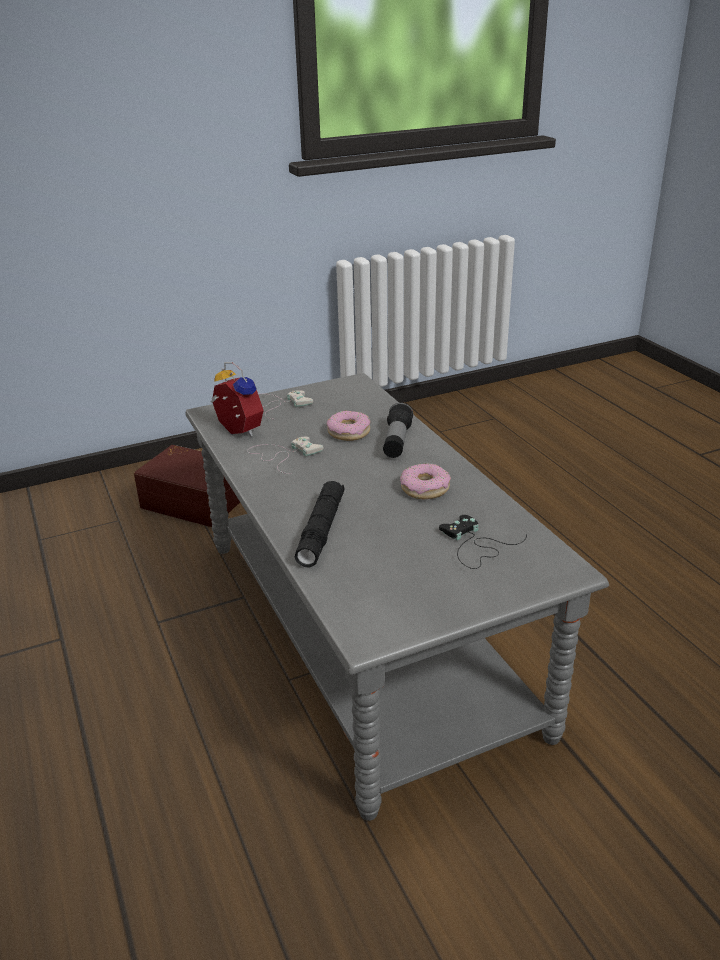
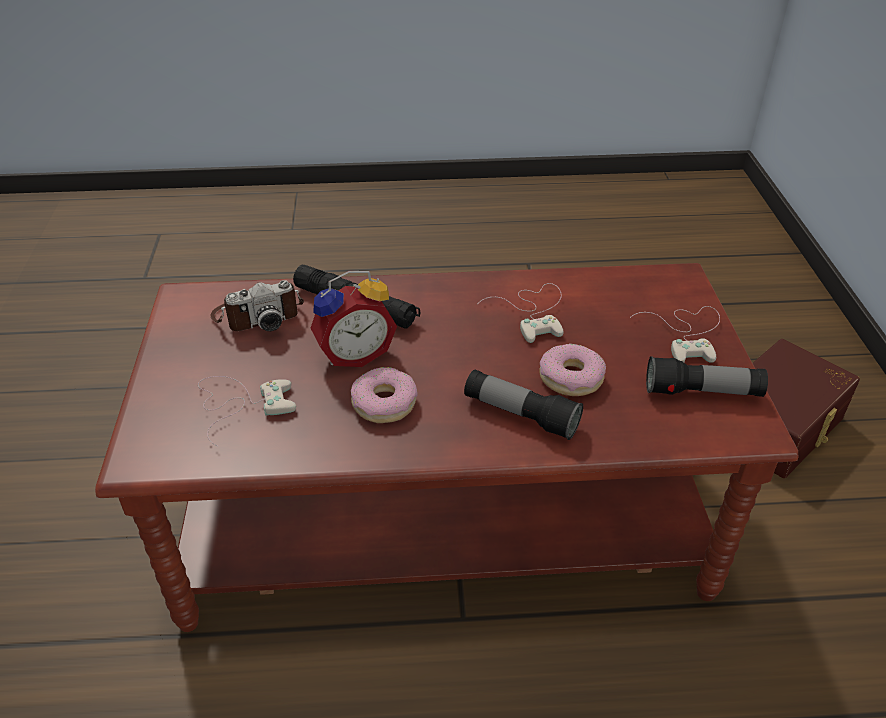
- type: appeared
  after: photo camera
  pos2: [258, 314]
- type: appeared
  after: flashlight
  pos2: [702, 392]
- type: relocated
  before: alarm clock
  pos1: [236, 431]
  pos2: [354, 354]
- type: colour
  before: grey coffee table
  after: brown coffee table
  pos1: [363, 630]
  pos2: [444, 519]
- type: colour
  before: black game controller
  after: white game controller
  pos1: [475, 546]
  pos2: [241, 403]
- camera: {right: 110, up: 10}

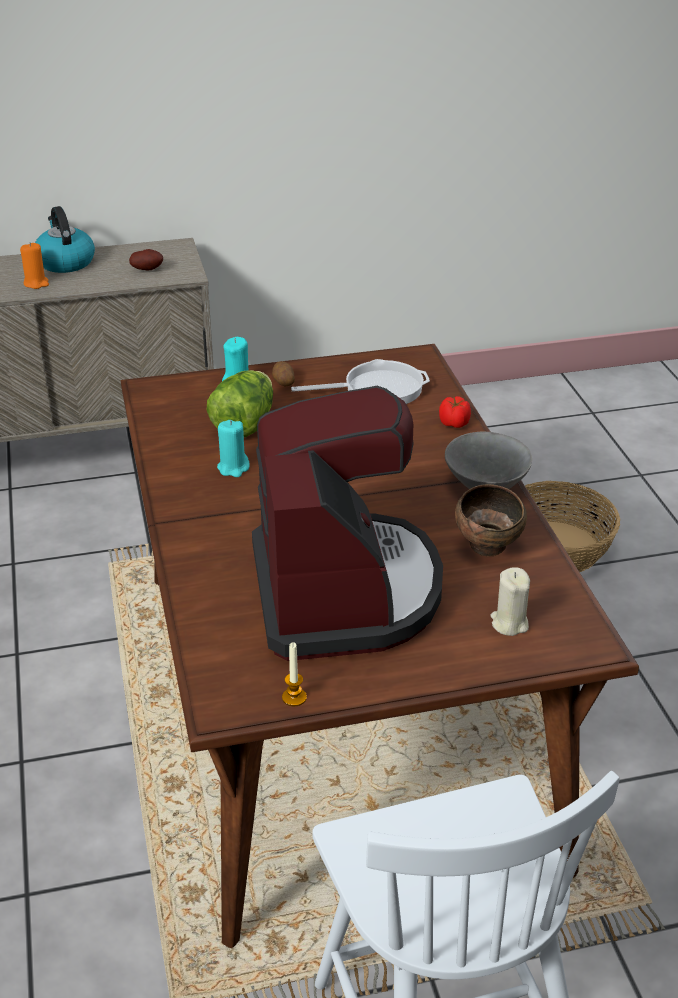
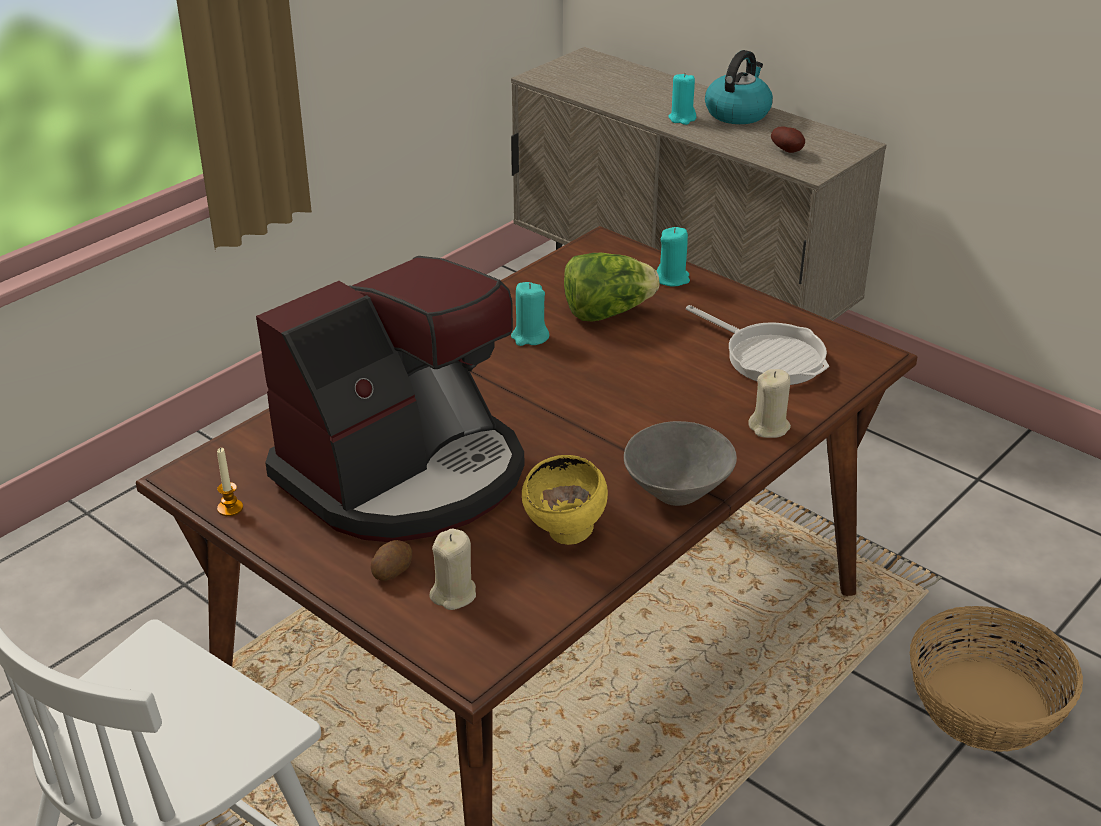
- type: relocated
  before: potato
  pos1: [283, 382]
  pos2: [391, 571]
- type: exchanged
  before: tomato
  after: beige candle
  pos1: [454, 424]
  pos2: [769, 427]
- type: colour
  before: orange candle
  after: turquoise candle
  pos1: [36, 283]
  pos2: [682, 118]
- type: colour
  before: brown bowl
  after: yellow bowl
  pos1: [489, 549]
  pos2: [566, 535]
- camera: {right: 55, up: 0}

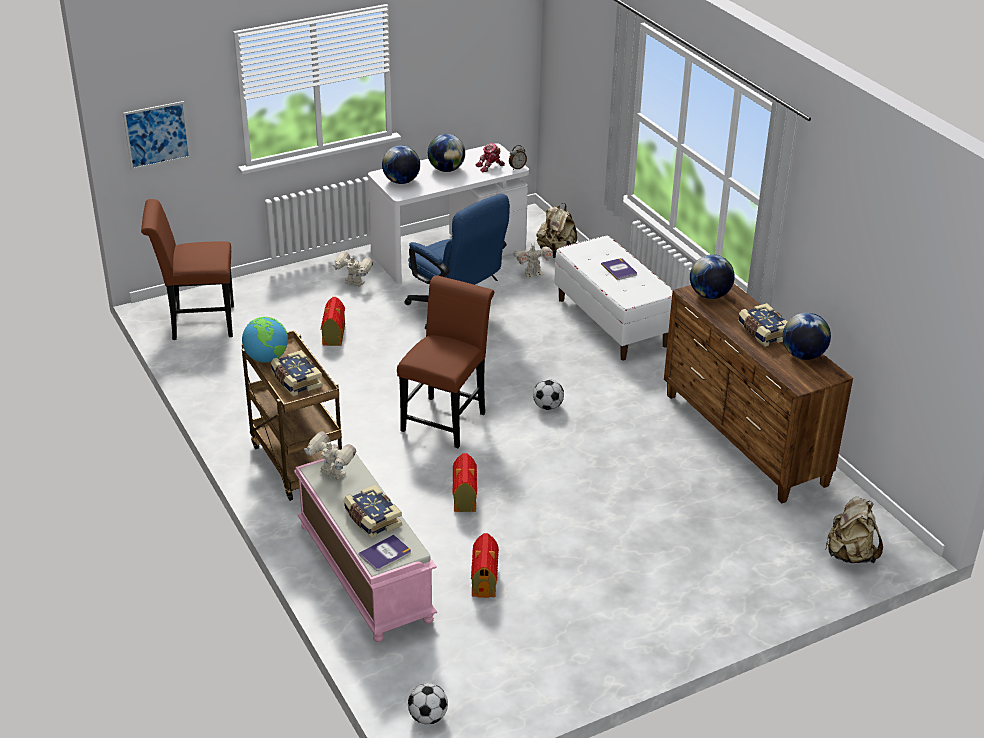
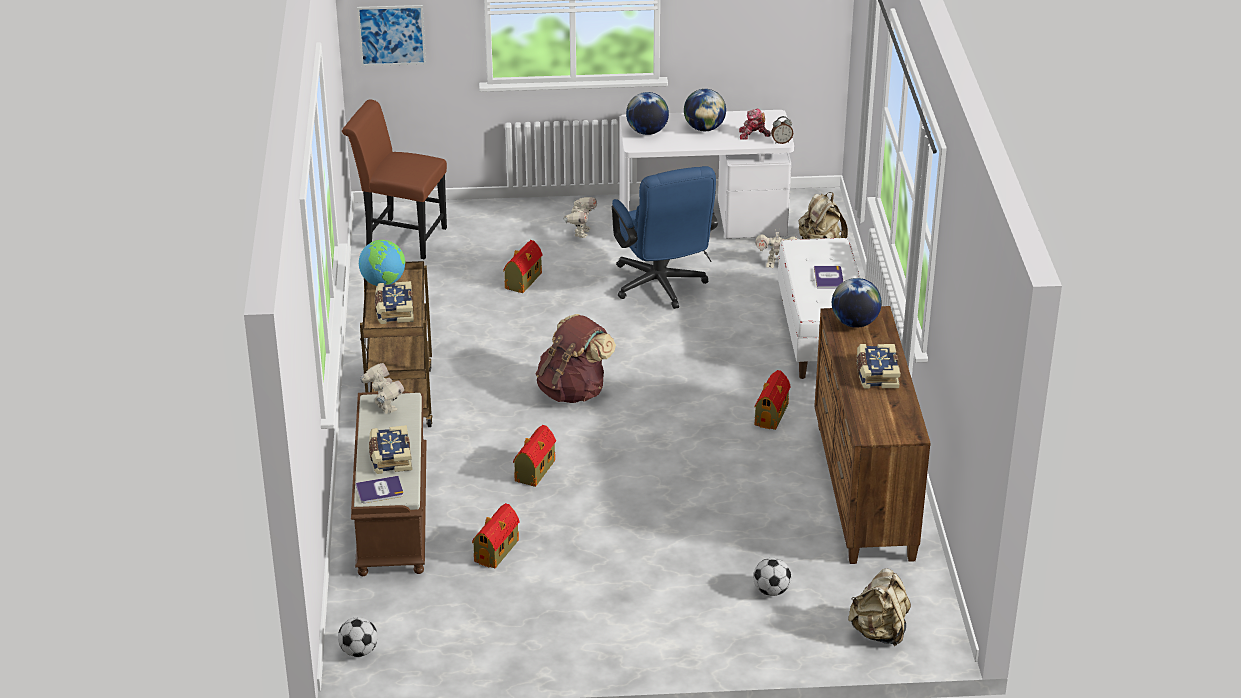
- type: missing
  before: globe
  pos1: [803, 355]
- type: appeared
  after: toy house
  pos2: [772, 414]
- type: relocated
  before: football
  pos1: [548, 407]
  pos2: [771, 591]
- type: exchanged
  before: brown chair
  after: brown backpack
  pos1: [446, 418]
  pos2: [573, 391]
- type: colour
  before: pink bench
  after: brown bench
  pos1: [363, 572]
  pos2: [391, 512]
- type: spun
  before: toy robot
  pos1: [354, 284]
  pos2: [580, 233]
  turn: 60
- camera: {right: 25, up: 0}

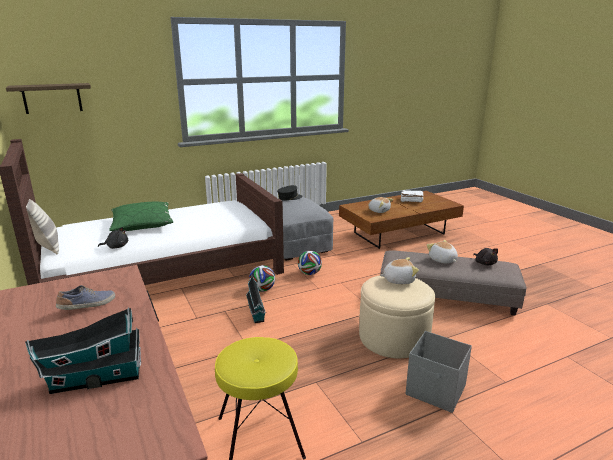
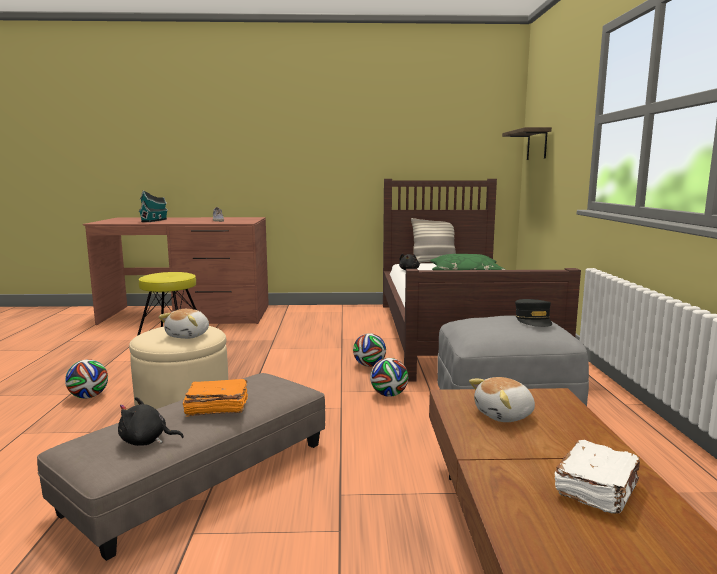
- type: missing
  before: toy house
  pos1: [256, 313]
- type: exchanged
  before: grey storage box
  after: football
  pos1: [436, 391]
  pos2: [88, 396]
- type: exchanged
  before: plush toy
  after: orange book
  pos1: [442, 260]
  pos2: [216, 408]
- camera: {right: 115, up: -10}

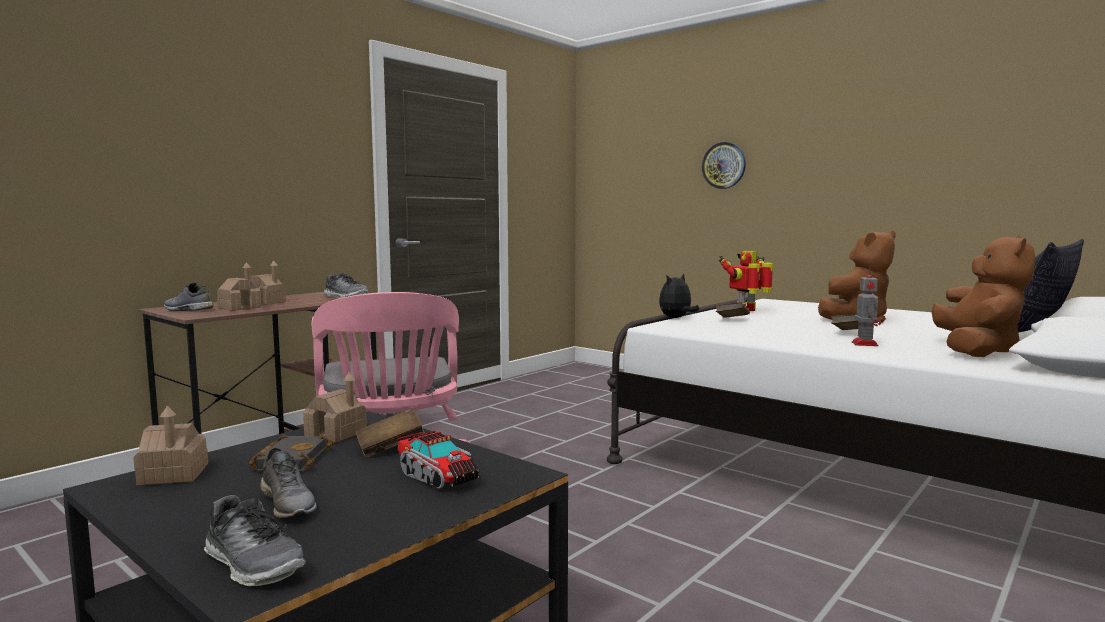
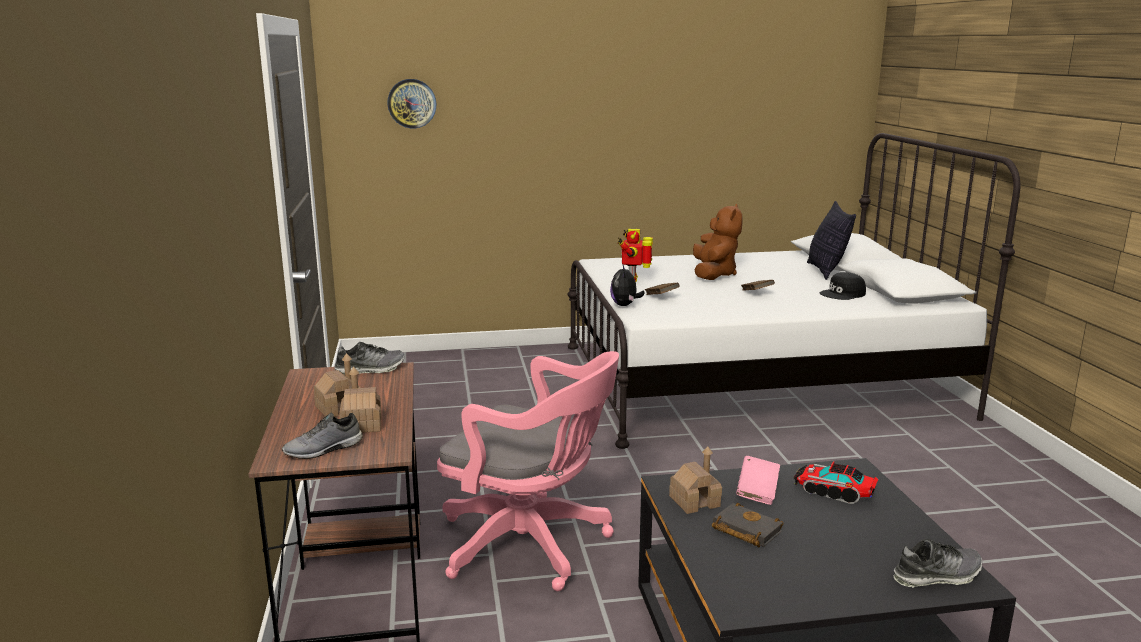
- type: missing
  before: toy house
  pos1: [173, 474]
- type: missing
  before: grey shoe
  pos1: [289, 503]
- type: missing
  before: toy robot
  pos1: [864, 344]
- type: relocated
  before: wall clock
  pos1: [724, 165]
  pos2: [412, 103]
- type: exchanged
  before: brown plush toy
  after: black cap
  pos1: [976, 351]
  pos2: [843, 294]
- type: colour
  before: brown book
  after: pink book
  pos1: [390, 448]
  pos2: [757, 492]
- type: spun
  before: toy truck
  pos1: [436, 476]
  pos2: [833, 493]
  turn: -150
- camera: {right: -50, up: 10}

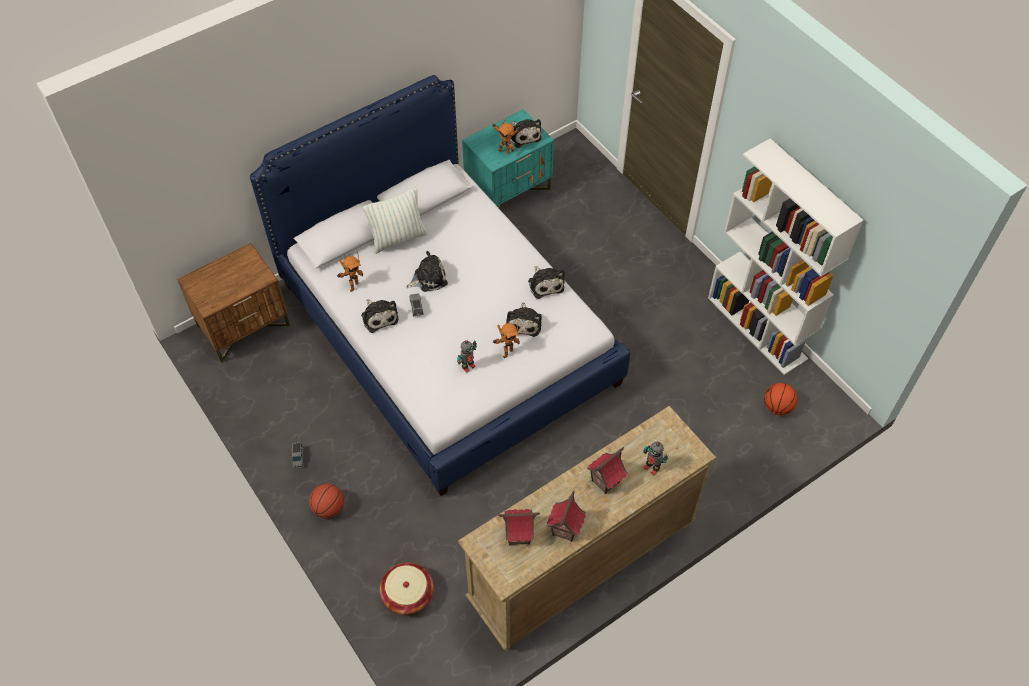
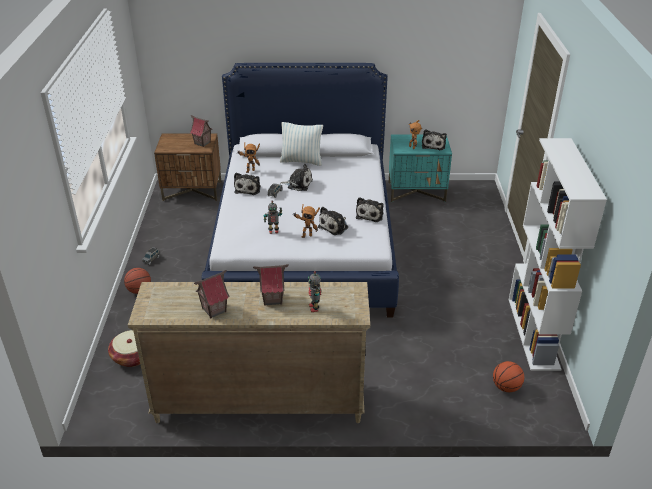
- type: relocated
  before: toy house
  pos1: [519, 535]
  pos2: [202, 143]
- camera: {right: 35, up: -20}

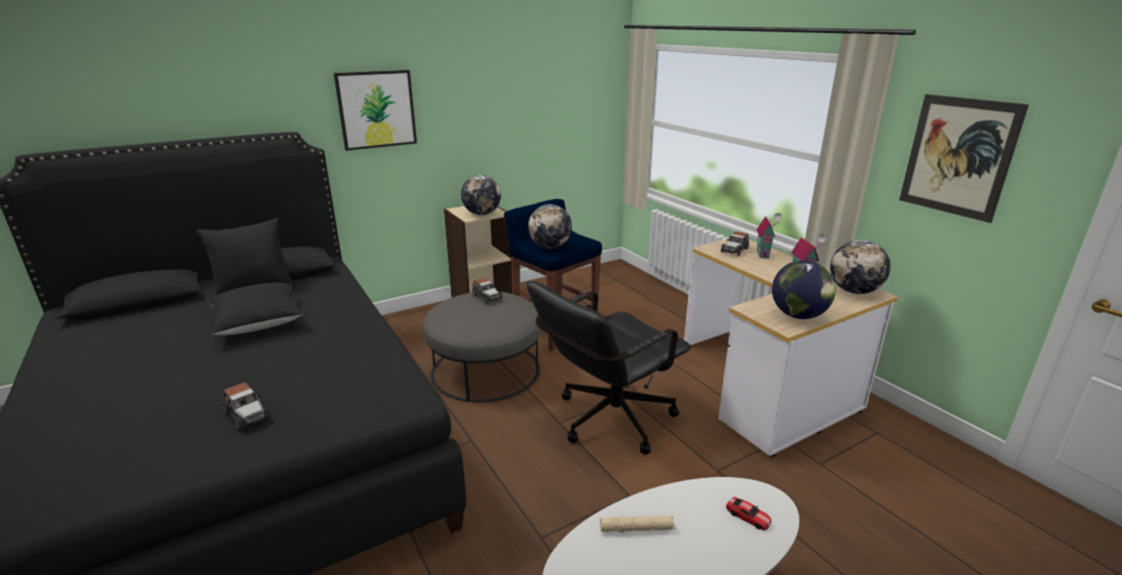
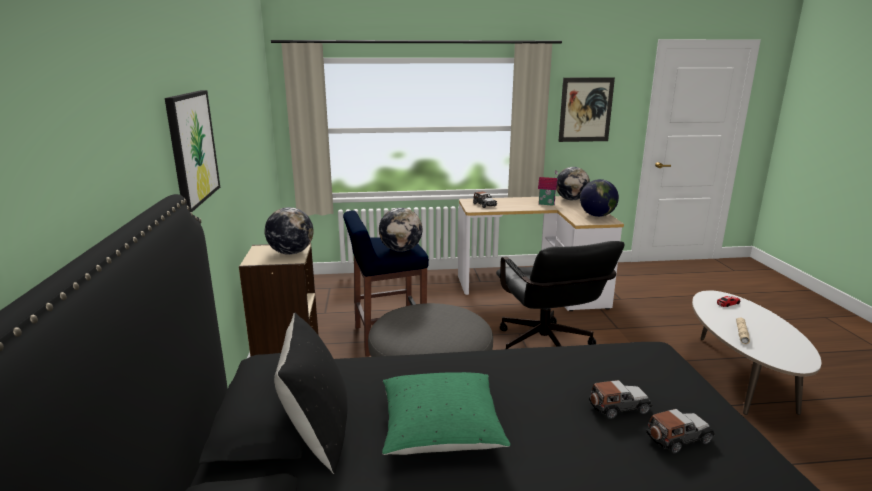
- type: missing
  before: toy house
  pos1: [764, 254]
- type: relocated
  before: toy car
  pos1: [487, 297]
  pos2: [619, 407]
- type: colour
  before: black pillow
  after: green pillow
  pos1: [258, 323]
  pos2: [440, 431]
- camera: {right: -65, up: -5}

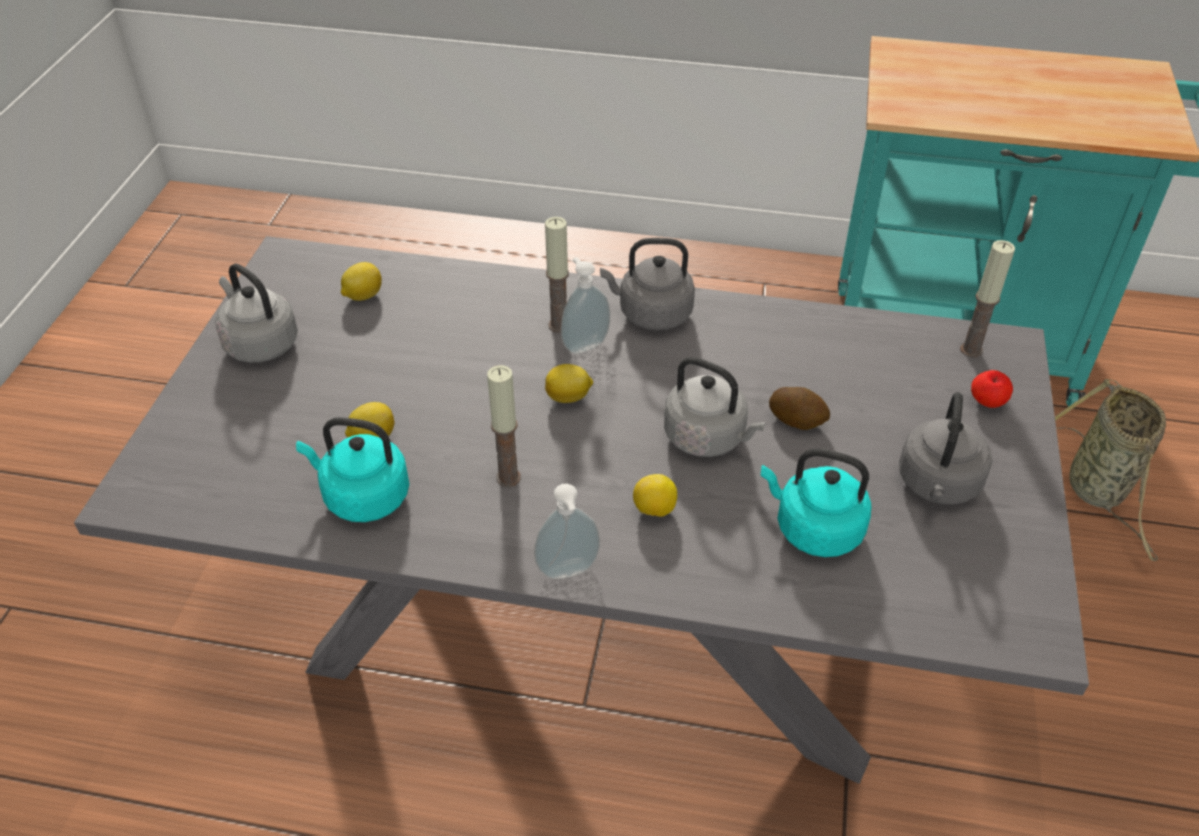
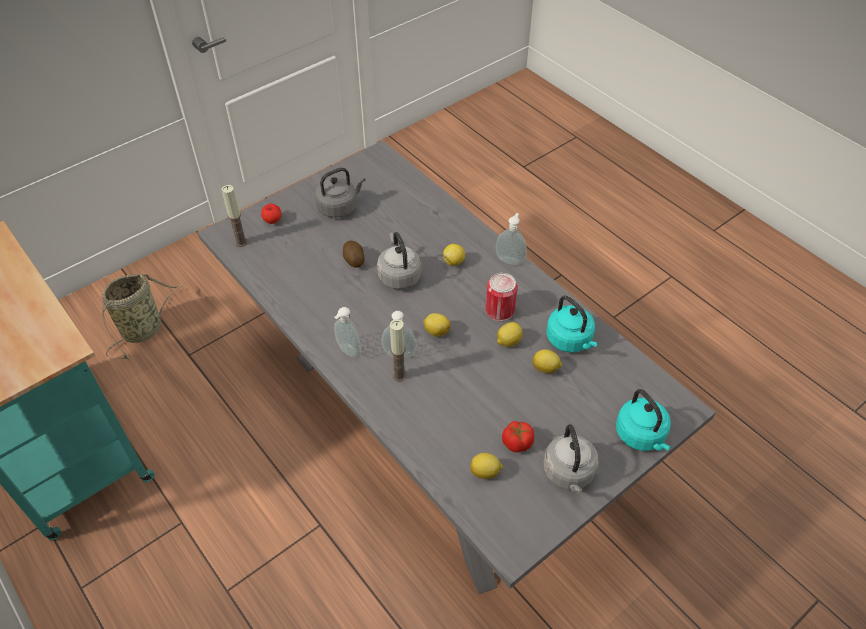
- type: appeared
  after: lemon
  pos2: [508, 341]
- type: appeared
  after: tomato
  pos2: [517, 443]
- type: relocated
  before: turquoise kettle
  pos1: [814, 529]
  pos2: [641, 436]
- type: exchanged
  before: candle
  after: can
  pos1: [508, 478]
  pos2: [499, 310]
- type: exchanged
  before: grey kettle
  after: soap dispenser
  pos1: [651, 314]
  pos2: [347, 351]
- camera: {right: -140, up: 5}

